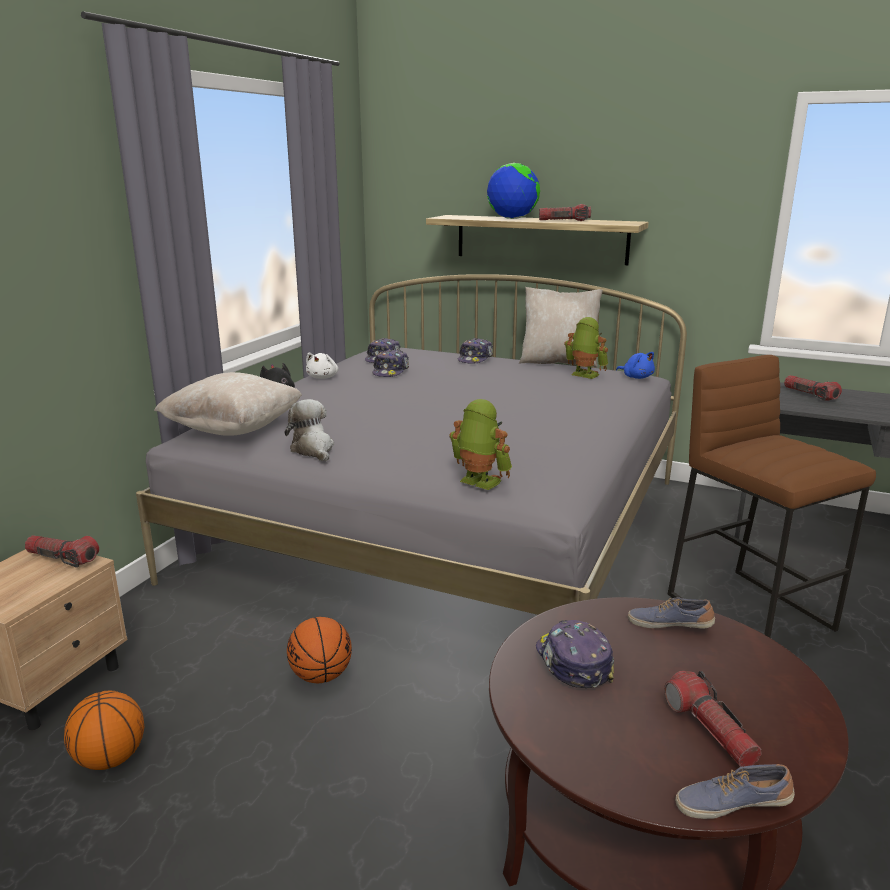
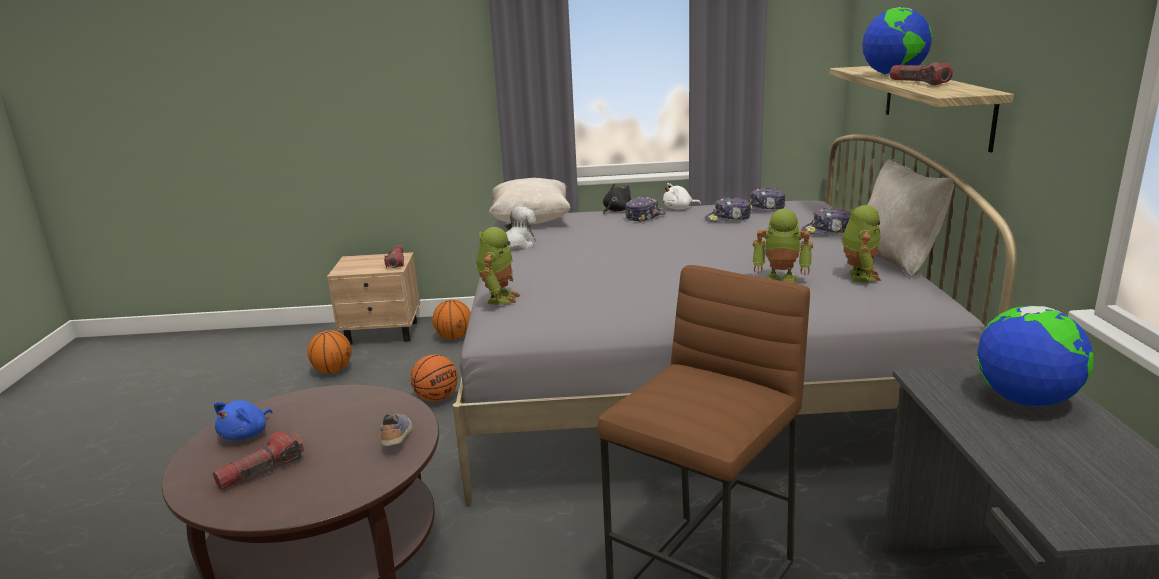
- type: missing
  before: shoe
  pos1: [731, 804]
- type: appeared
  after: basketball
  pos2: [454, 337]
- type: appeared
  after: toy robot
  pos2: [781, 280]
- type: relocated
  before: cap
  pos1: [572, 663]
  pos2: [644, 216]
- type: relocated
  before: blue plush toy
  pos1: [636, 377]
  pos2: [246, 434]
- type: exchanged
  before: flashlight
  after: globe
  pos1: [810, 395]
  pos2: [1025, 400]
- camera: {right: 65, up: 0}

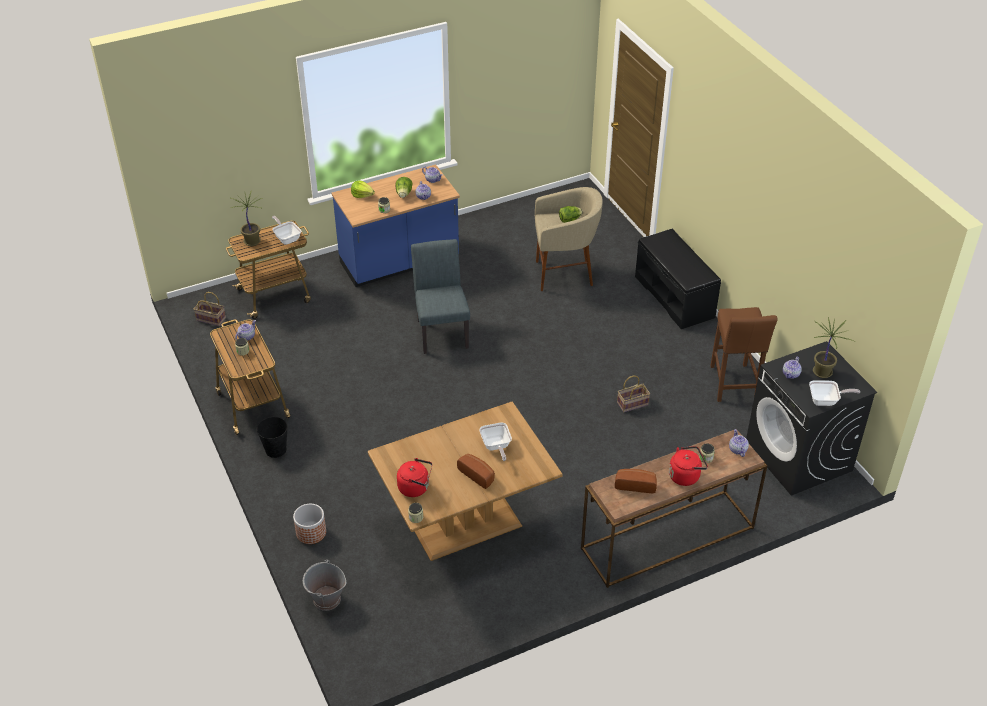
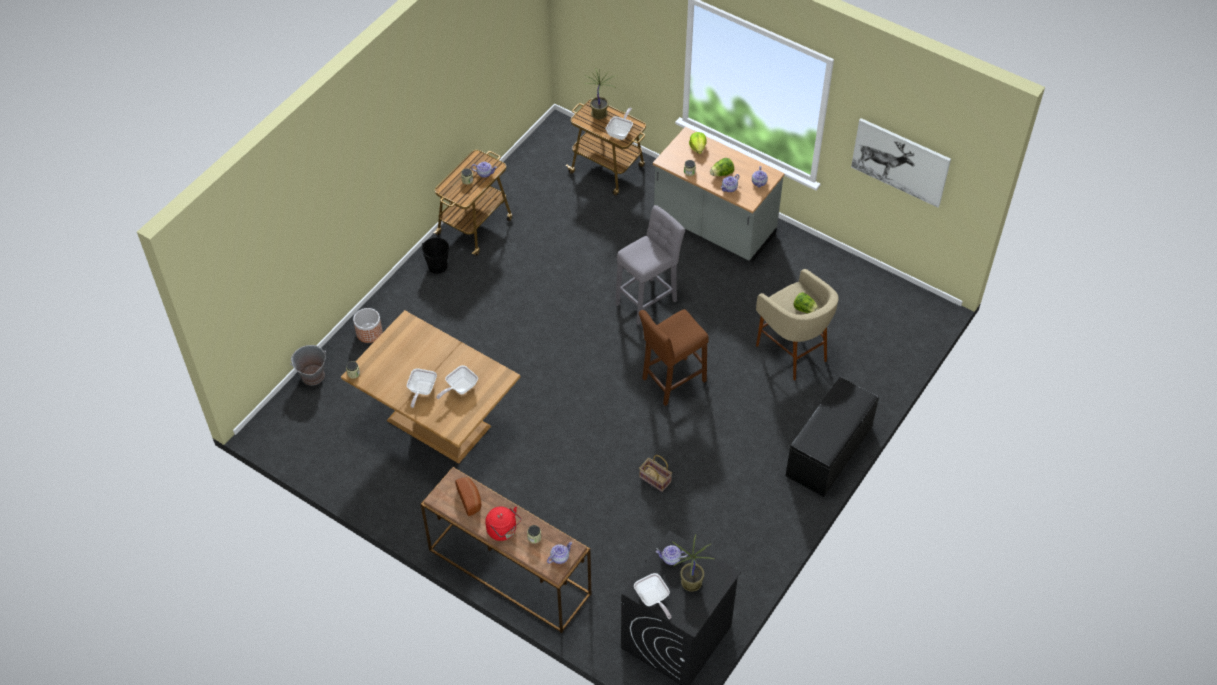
- type: missing
  before: basket
  pos1: [210, 319]
- type: missing
  before: red kettle
  pos1: [415, 488]
- type: appeared
  after: picture
  pos2: [900, 162]
- type: relocated
  before: brown stool
  pos1: [733, 385]
  pos2: [671, 382]
- type: exchanged
  before: grey chair
  after: grey stool
  pos1: [441, 330]
  pos2: [648, 300]
- type: exchanged
  before: bread
  after: frying pan
  pos1: [478, 475]
  pos2: [421, 391]
- type: colour
  before: blue counter
  after: grey counter
  pos1: [399, 263]
  pos2: [713, 228]
- camera: {right: 60, up: 10}

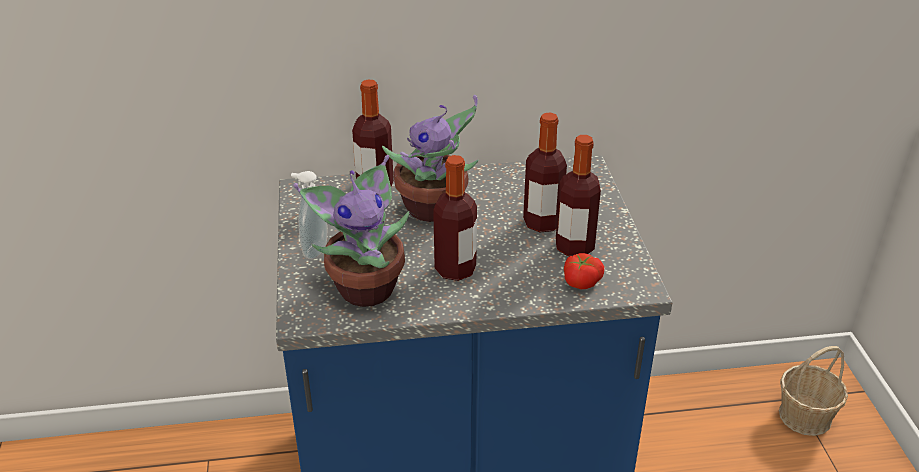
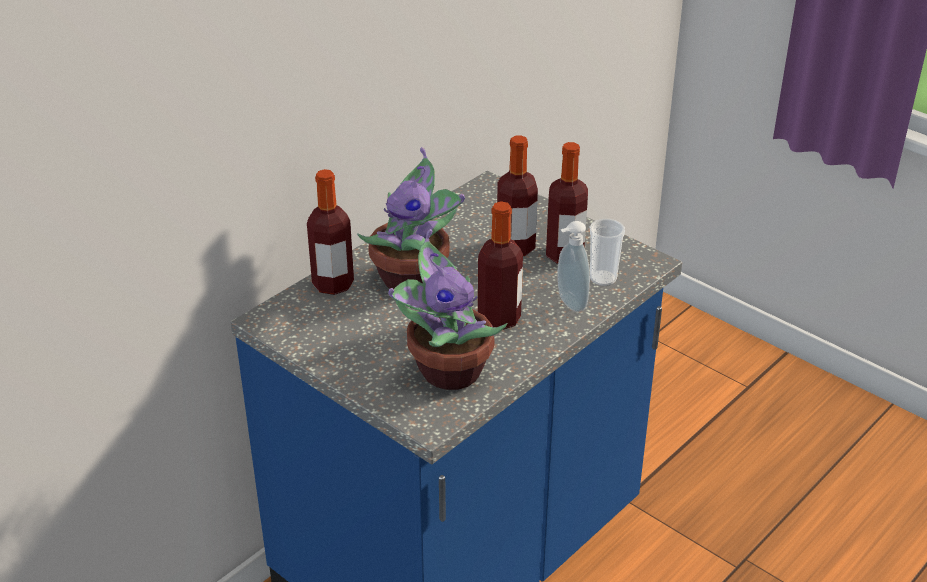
- type: missing
  before: basket
  pos1: [805, 416]
- type: relocated
  before: soap dispenser
  pos1: [313, 250]
  pos2: [569, 303]
- type: exchanged
  before: tomato
  after: cup
  pos1: [580, 281]
  pos2: [603, 278]
- camera: {right: -40, up: 0}

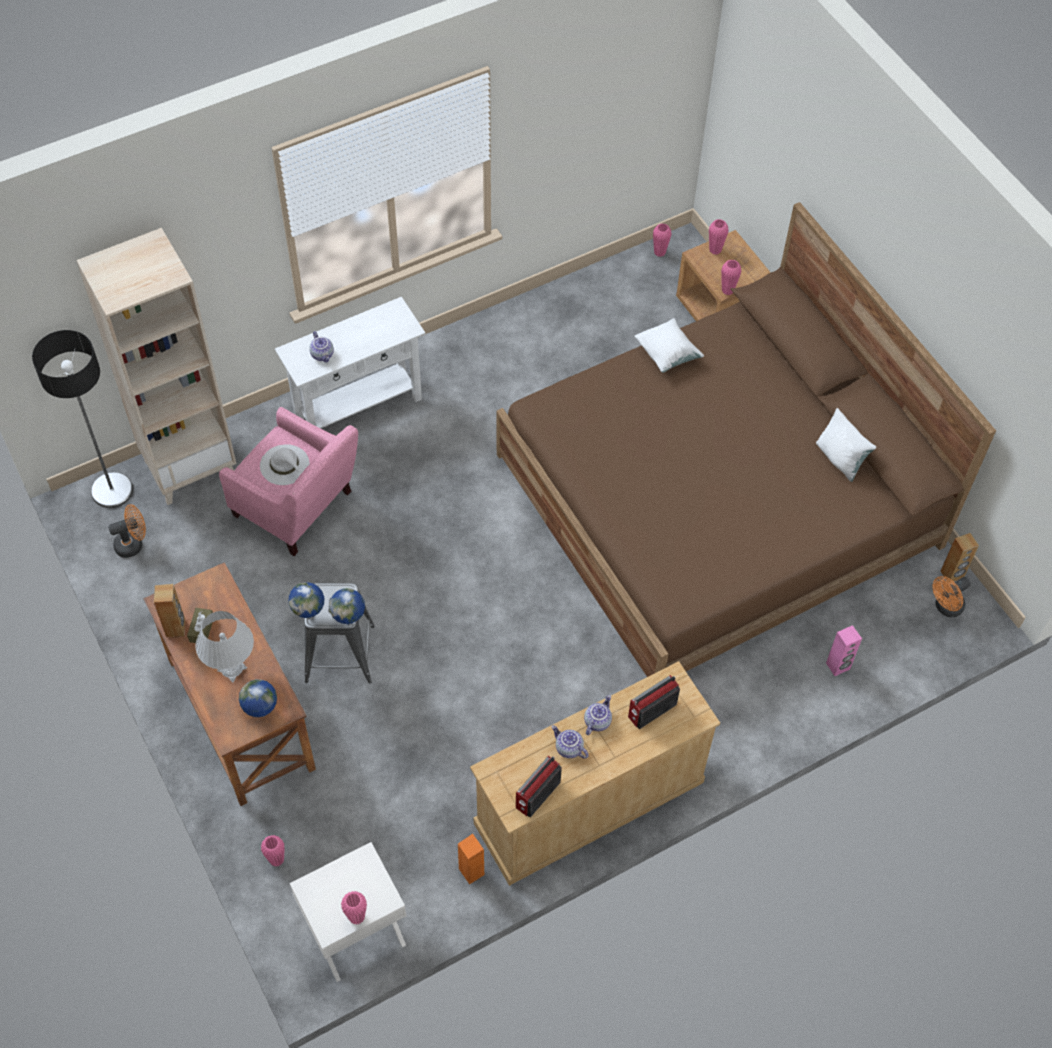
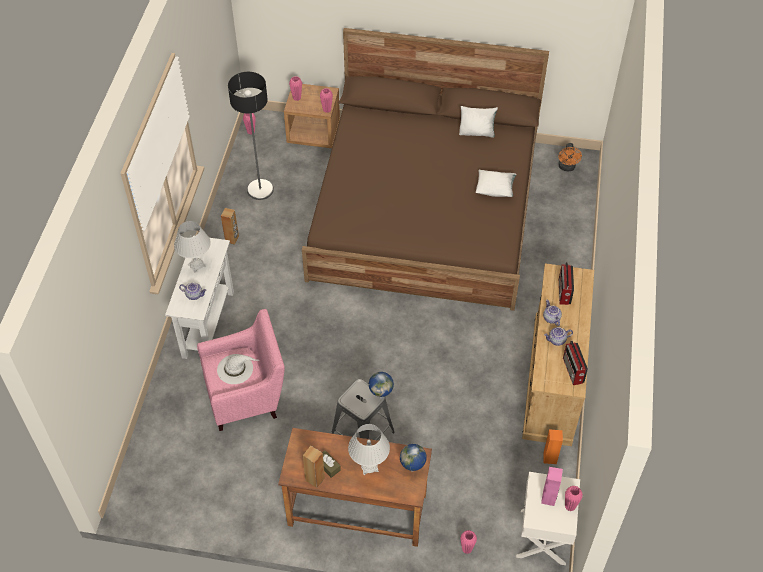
- type: missing
  before: beige bookcase
  pos1: [190, 467]
- type: missing
  before: orange fan
  pos1: [133, 544]
- type: missing
  before: globe
  pos1: [310, 616]
- type: appeared
  after: white table lamp
  pos2: [196, 265]
- type: relocated
  before: floor lamp
  pos1: [112, 490]
  pos2: [260, 189]
- type: relocated
  before: white pillow
  pos1: [667, 354]
  pos2: [495, 189]
- type: relocated
  before: pink speaker
  pos1: [838, 666]
  pos2: [549, 498]
- type: relocated
  before: brown speaker
  pos1: [952, 575]
  pos2: [232, 239]
- camera: {right: -50, up: -5}

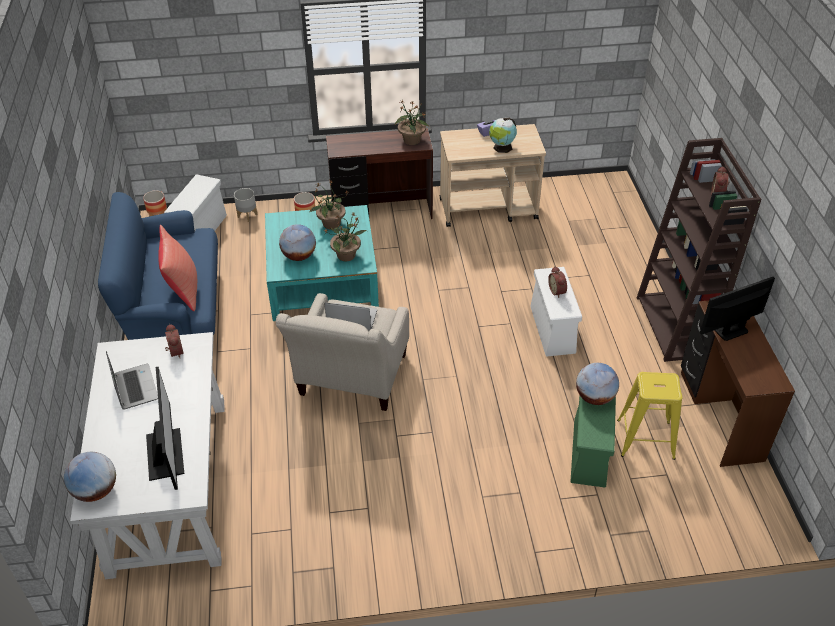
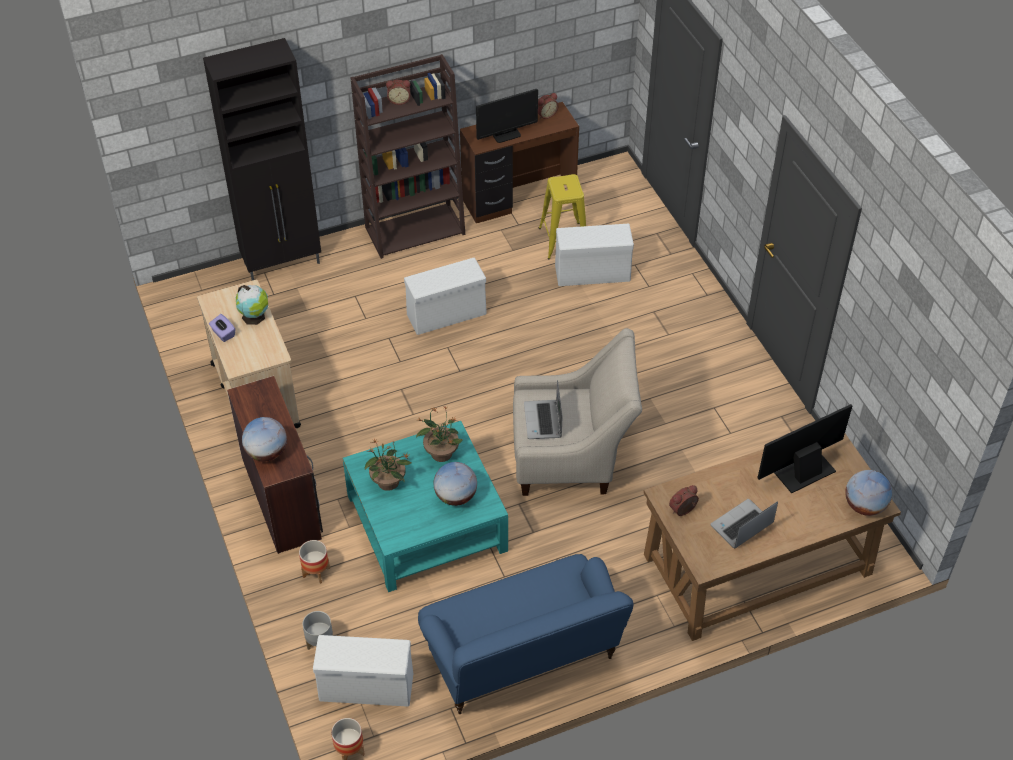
- type: missing
  before: red pillow
  pos1: [183, 289]
- type: missing
  before: potted plant
  pos1: [412, 140]
- type: appeared
  after: black cabinet
  pos2: [283, 263]
- type: relocated
  before: alarm clock
  pos1: [558, 291]
  pos2: [545, 114]
- type: relocated
  before: globe
  pos1: [594, 397]
  pos2: [267, 452]
- type: colour
  before: white desk
  after: brown desk
  pos1: [169, 485]
  pos2: [757, 565]
- type: colour
  before: green storage box
  after: white storage box
  pos1: [589, 453]
  pos2: [593, 273]
- type: spun
  before: monitor
  pos1: [731, 330]
  pos2: [506, 134]
  turn: -75
- camera: {right: -105, up: 5}

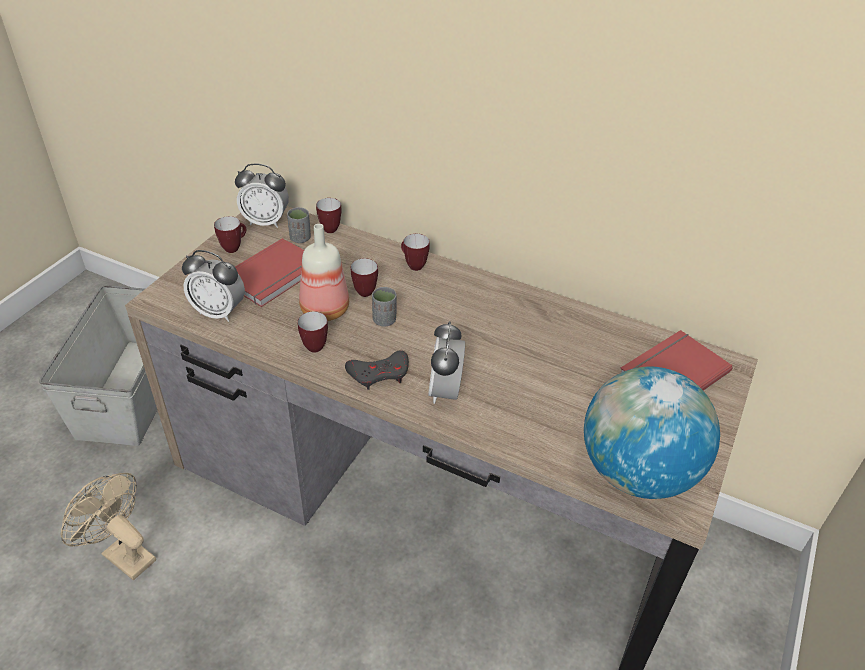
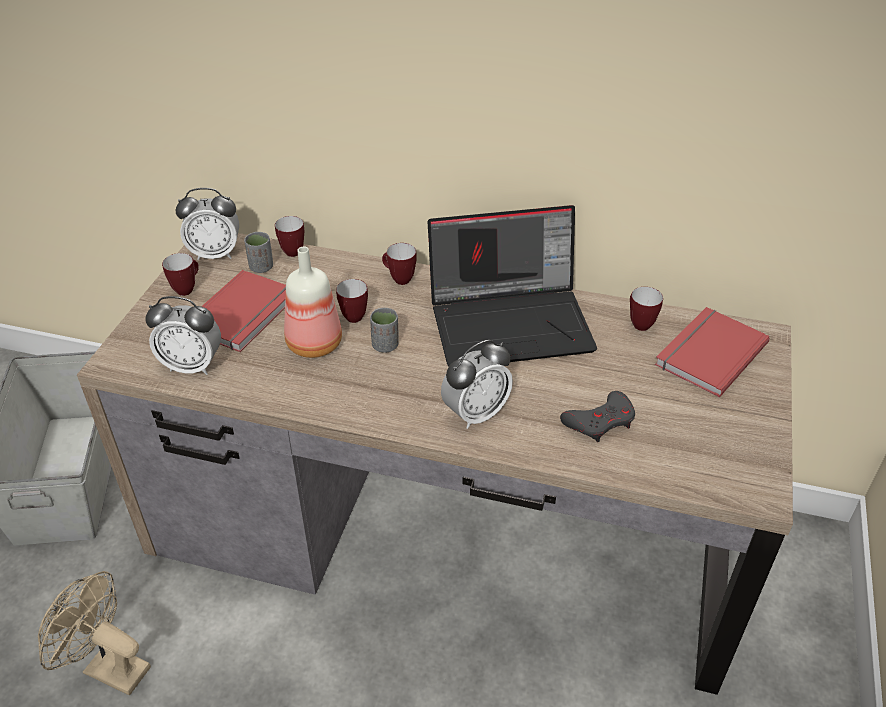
- type: missing
  before: globe
  pos1: [636, 472]
- type: appeared
  after: laptop
  pos2: [512, 321]
- type: relocated
  before: mug
  pos1: [314, 344]
  pos2: [638, 323]
- type: relocated
  before: grey game controller
  pos1: [379, 373]
  pos2: [600, 421]
- type: spun
  before: alarm clock
  pos1: [445, 391]
  pos2: [476, 413]
  turn: -120
- camera: {right: -10, up: 0}

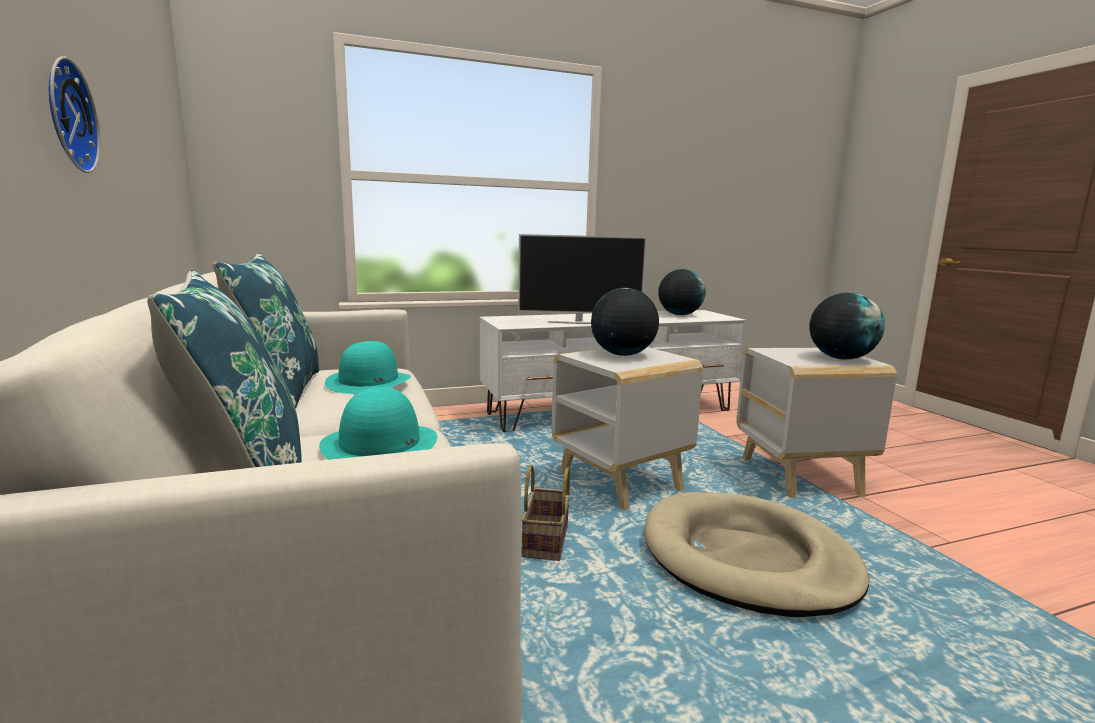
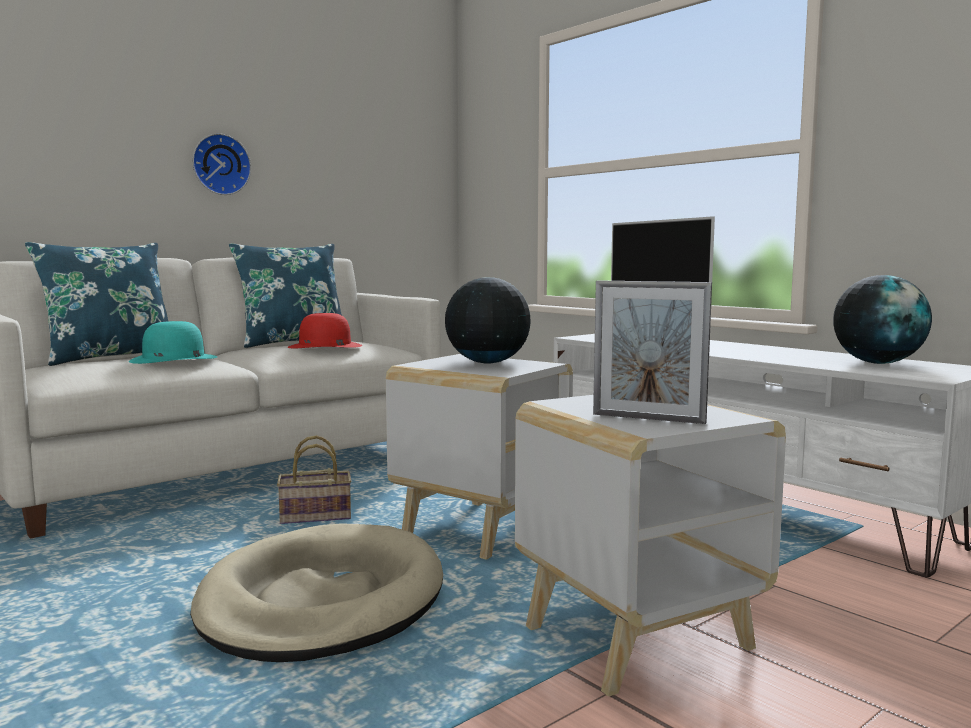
- type: exchanged
  before: globe
  after: picture frame
  pos1: [841, 358]
  pos2: [648, 418]
- type: colour
  before: turquoise hat
  after: red hat
  pos1: [369, 382]
  pos2: [324, 346]
- camera: {right: 70, up: -5}

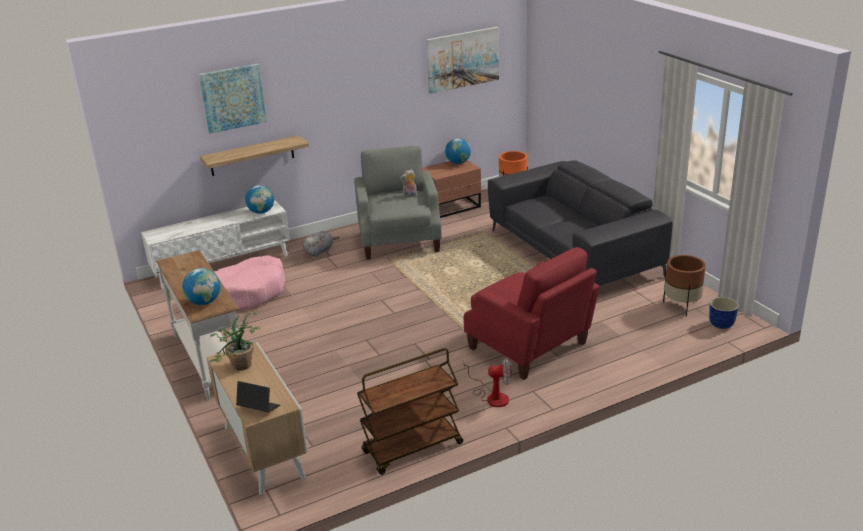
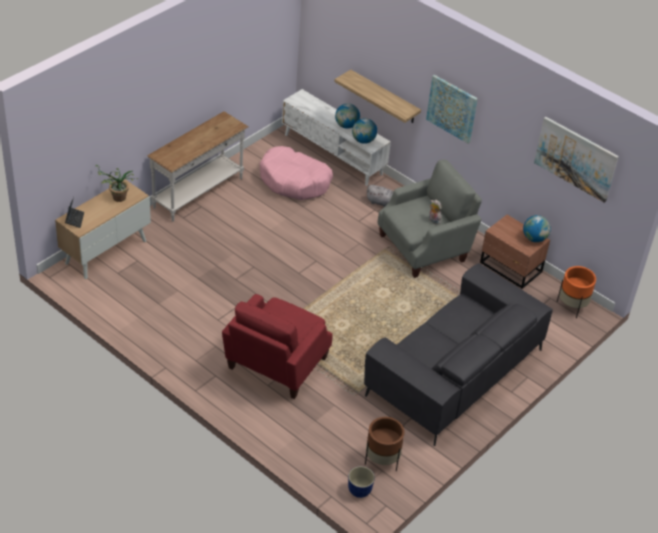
- type: missing
  before: brown cart
  pos1: [412, 449]
- type: missing
  before: fan
  pos1: [492, 396]
- type: relocated
  before: globe
  pos1: [204, 302]
  pos2: [346, 126]
- type: relocated
  before: picture
  pos1: [233, 98]
  pos2: [452, 108]
- camera: {right: 65, up: 15}

